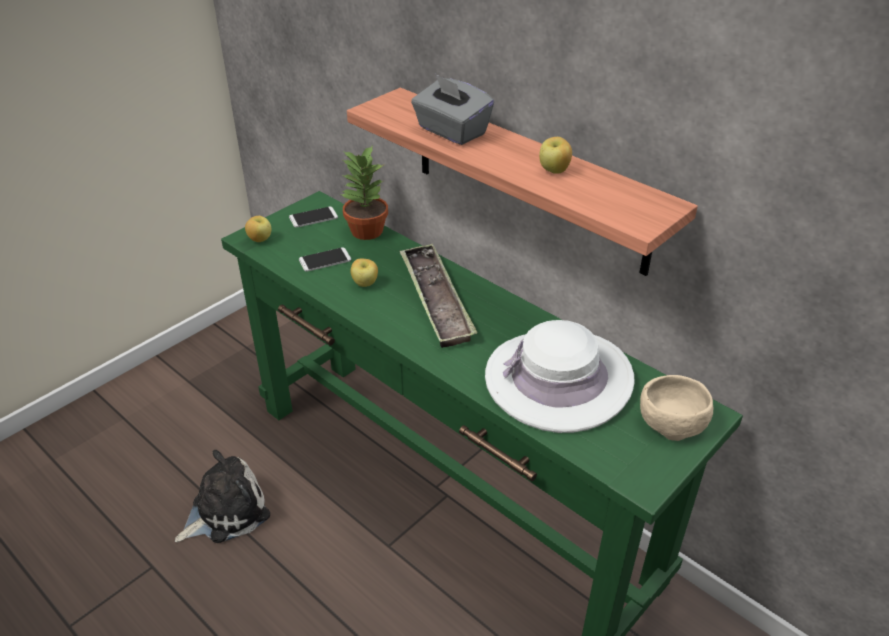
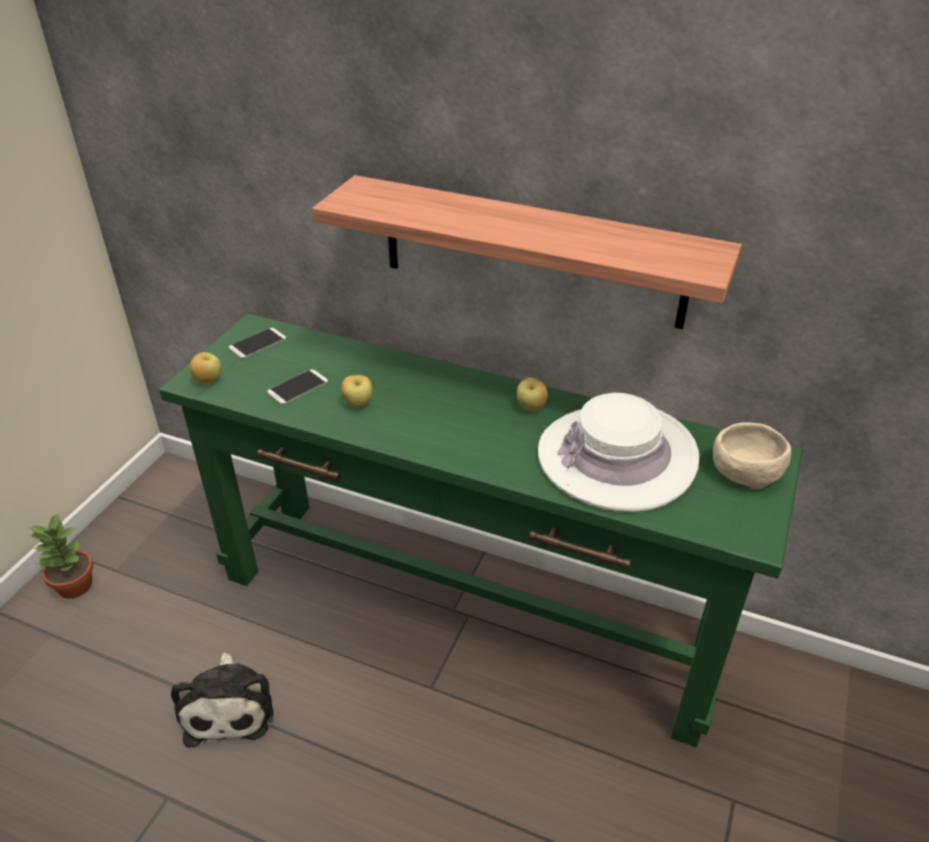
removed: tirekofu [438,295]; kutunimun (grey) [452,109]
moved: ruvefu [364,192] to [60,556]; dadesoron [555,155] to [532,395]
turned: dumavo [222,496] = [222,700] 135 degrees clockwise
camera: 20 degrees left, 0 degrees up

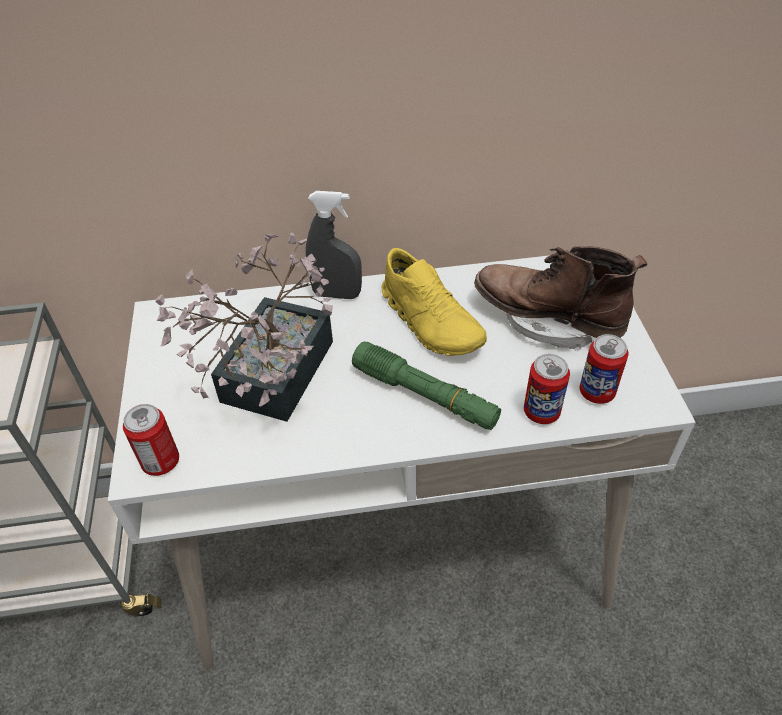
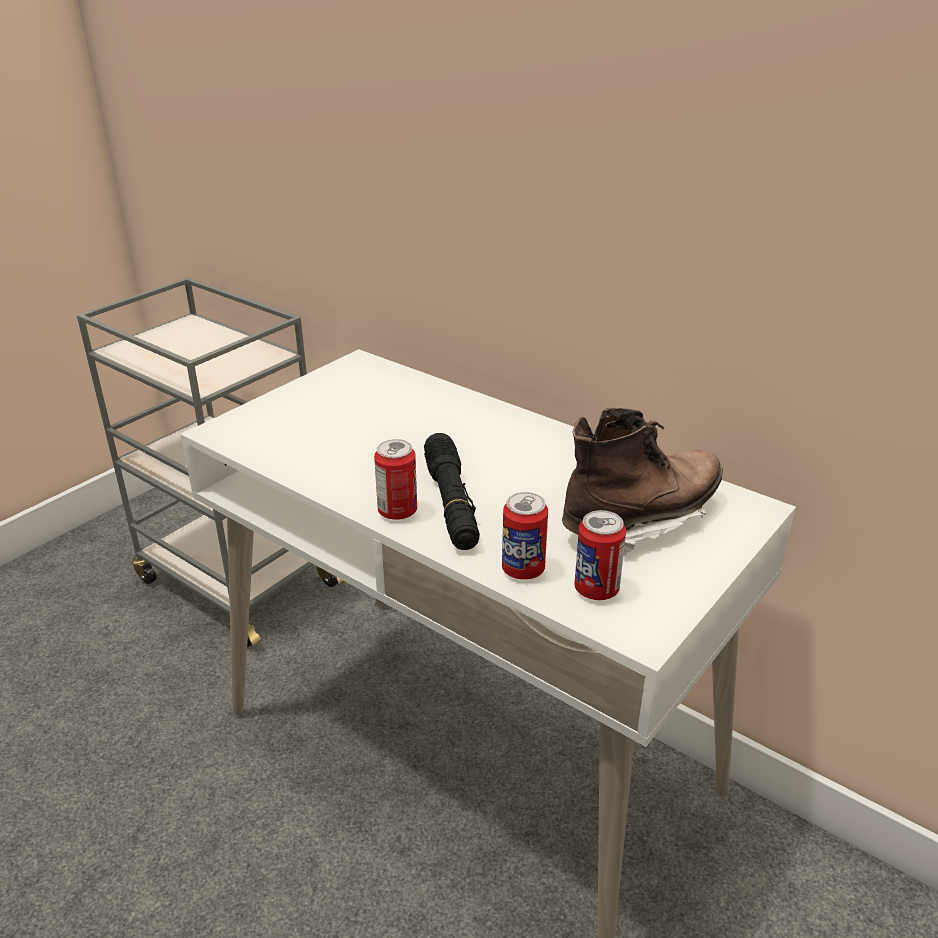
removed: ruvefu [244,327]; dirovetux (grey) [334,245]; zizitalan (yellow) [434,302]
moved: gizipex [151,440] to [395,479]
recoloured: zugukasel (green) [426,385] to zugukasel (black) [452,491]
turned: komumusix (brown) [560,298] = [642,483] 75 degrees clockwise
camera: 45 degrees right, 15 degrees down

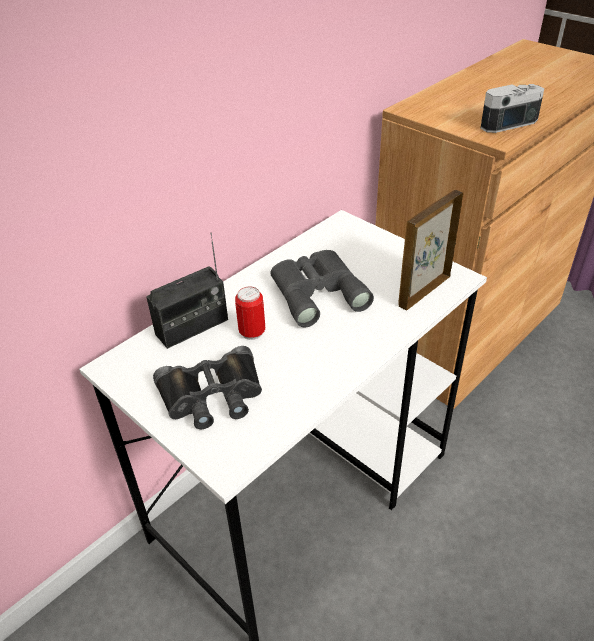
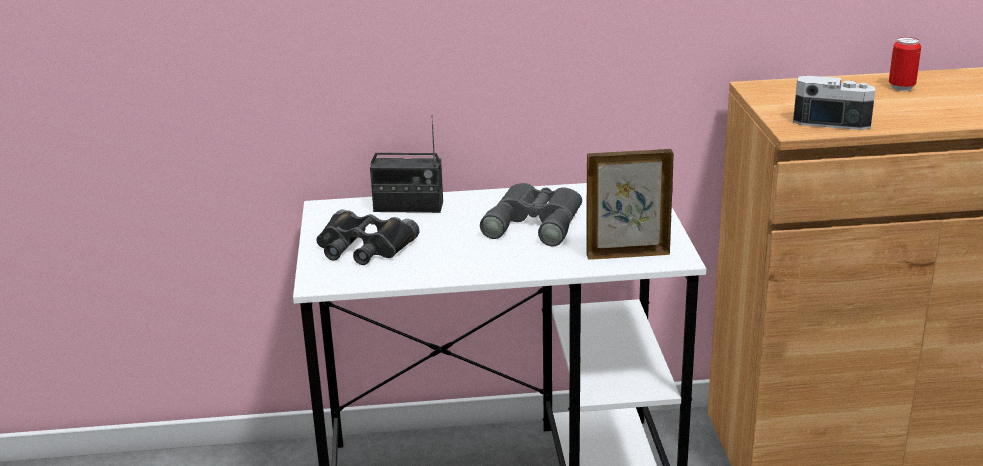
moved: gizipex [250,313] to [905,64]
camera: 40 degrees right, 15 degrees down

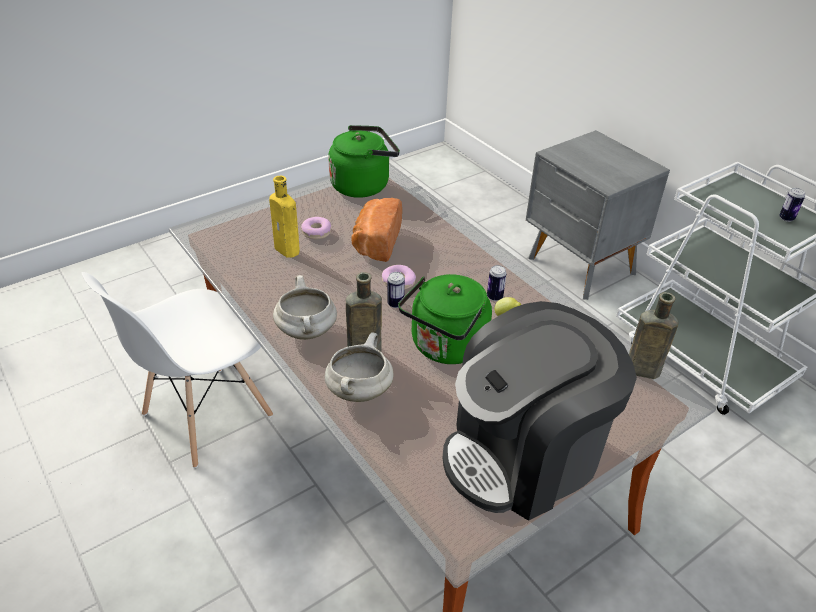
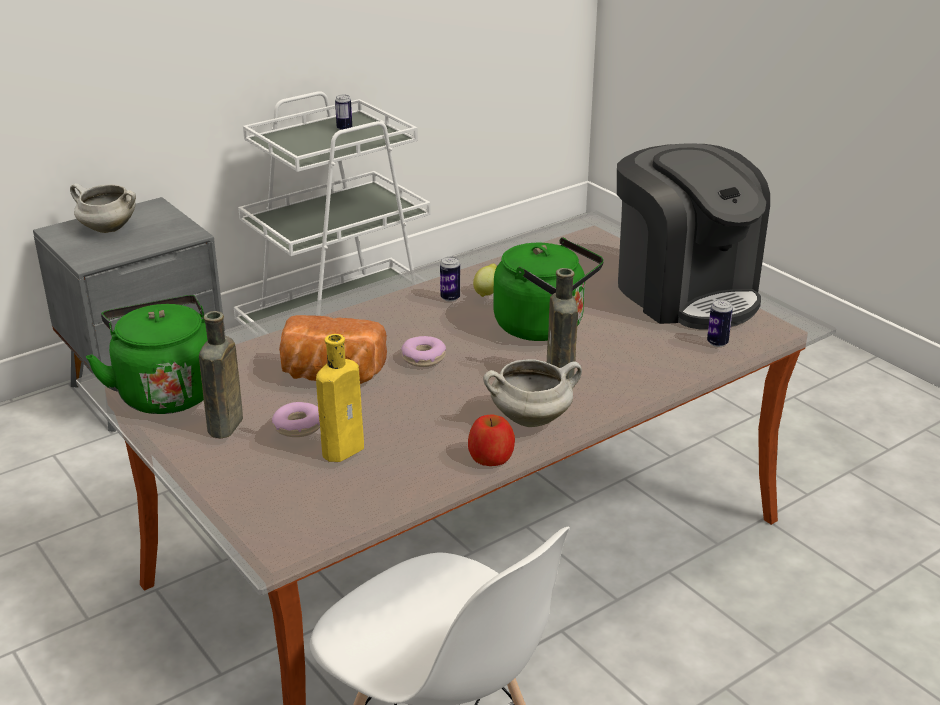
added: dadesoron [491,440]
moved: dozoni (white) [359,367] to [103,208]; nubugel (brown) [653,335] to [221,374]; gizipex [396,290] to [720,323]
camera: 90 degrees left, 10 degrees down

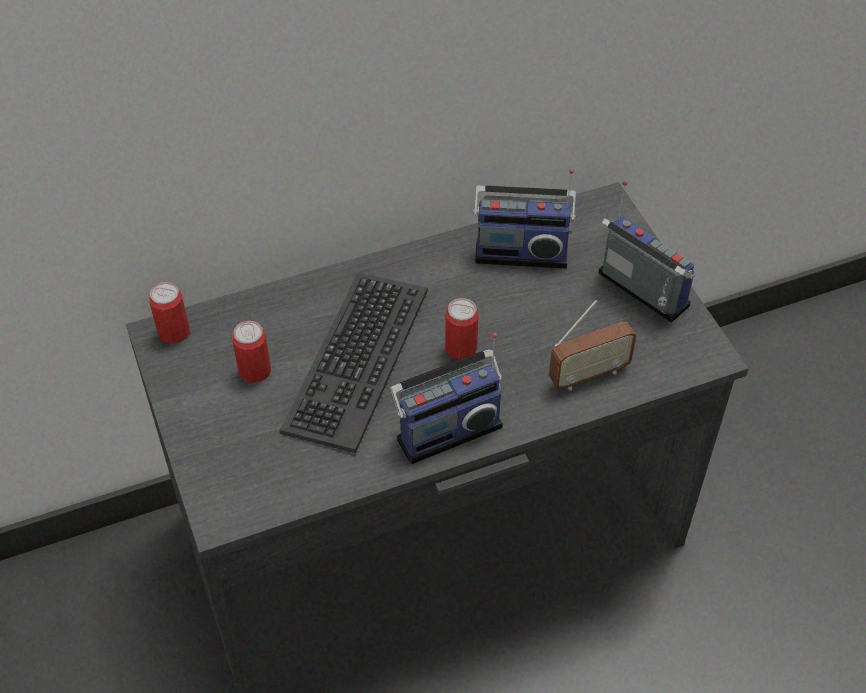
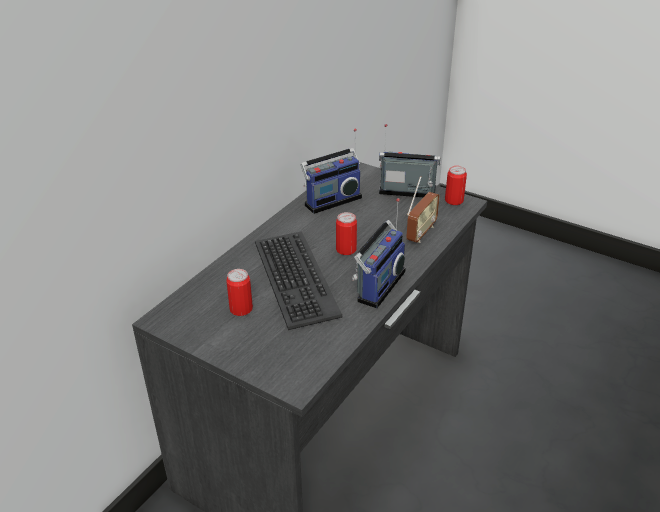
moved: gizipex [169,313] to [456,185]
camera: 35 degrees left, 15 degrees down

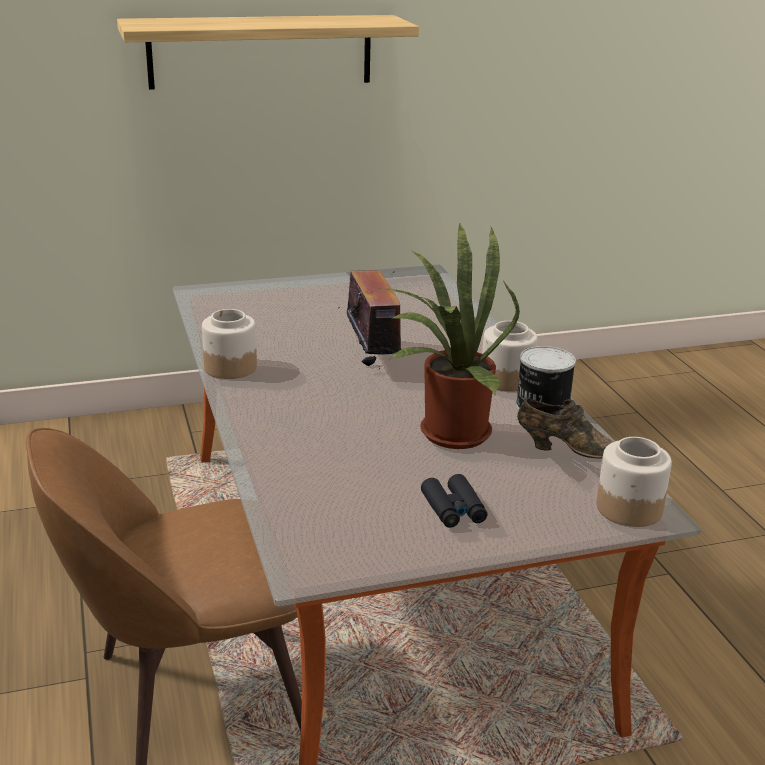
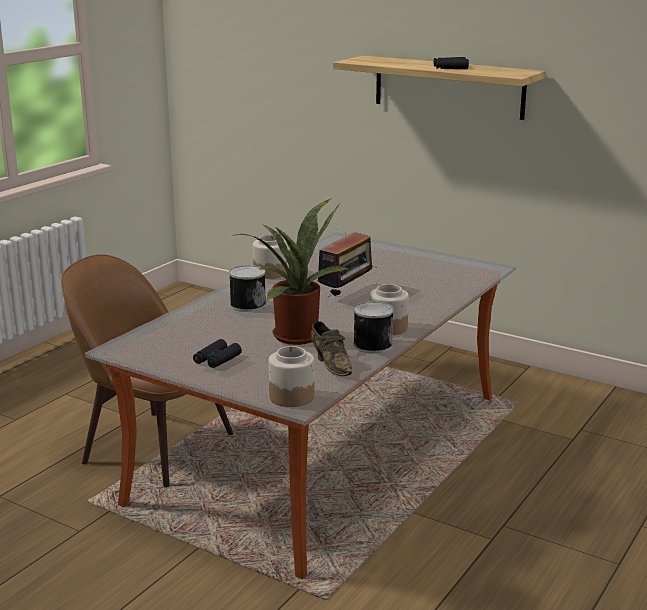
added: gizipex [247,288]; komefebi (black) [451,63]
camera: 50 degrees right, 5 degrees down

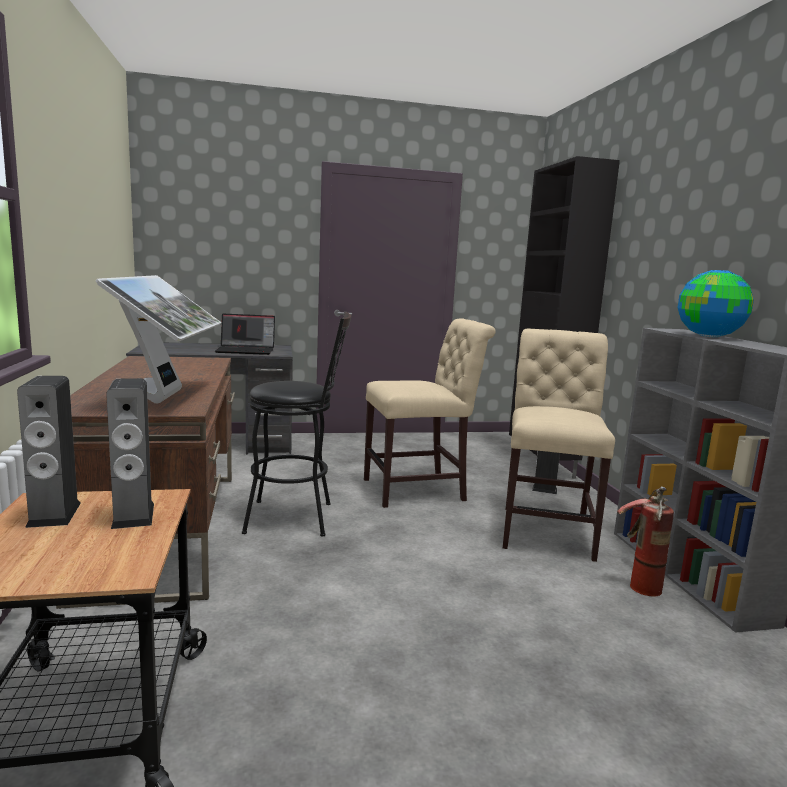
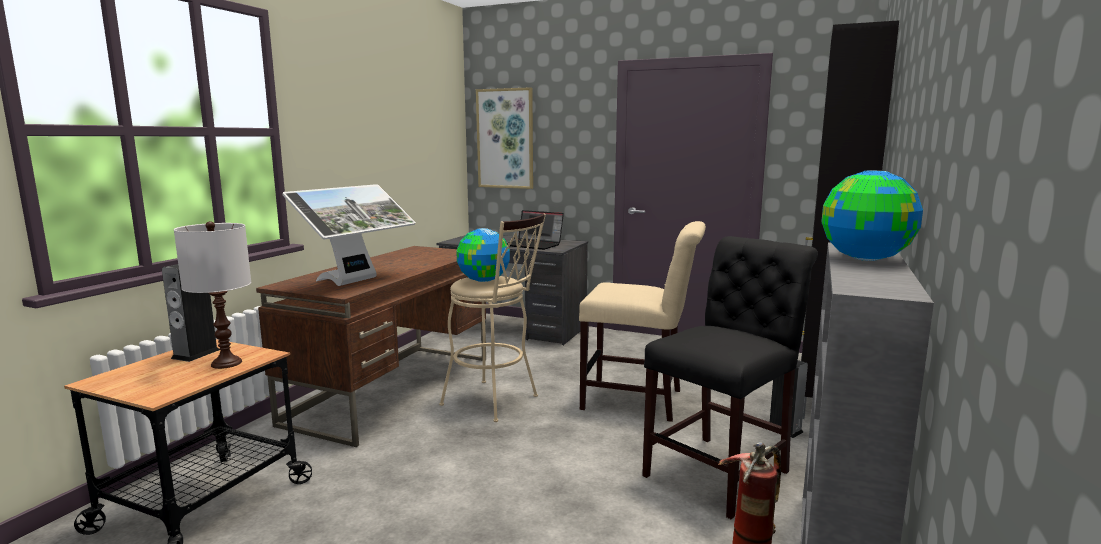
added: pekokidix [483,255]; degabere [504,138]
replaced: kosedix [130,453] to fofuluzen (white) [212,295]
recoloured: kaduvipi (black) [296,423] to kaduvipi (beige) [492,318]; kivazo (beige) [559,445] to kivazo (black) [730,377]
camera: 35 degrees right, 0 degrees up

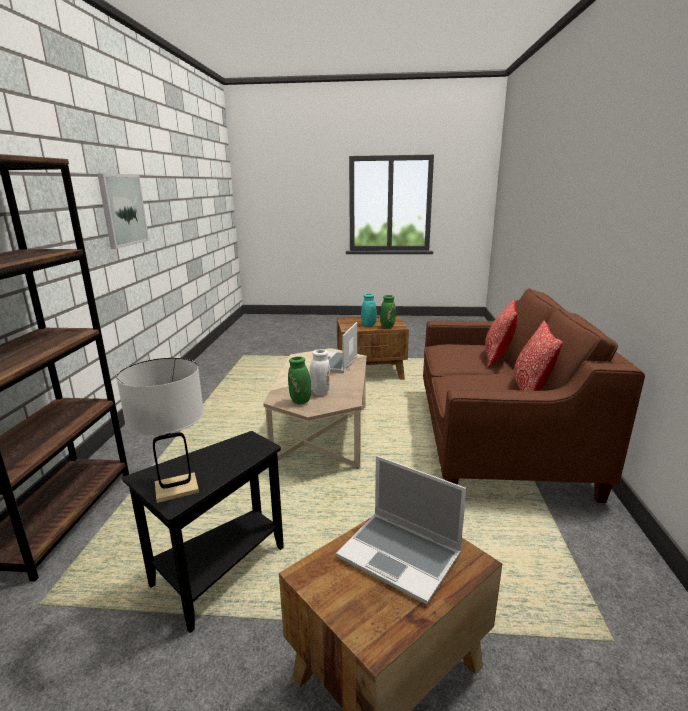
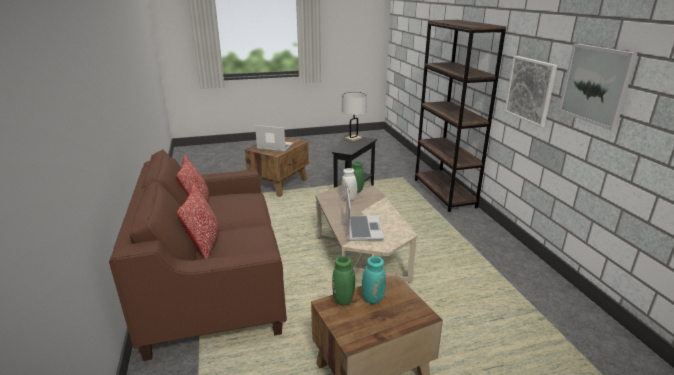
added: degabere [530,92]
camera: 160 degrees right, 5 degrees up

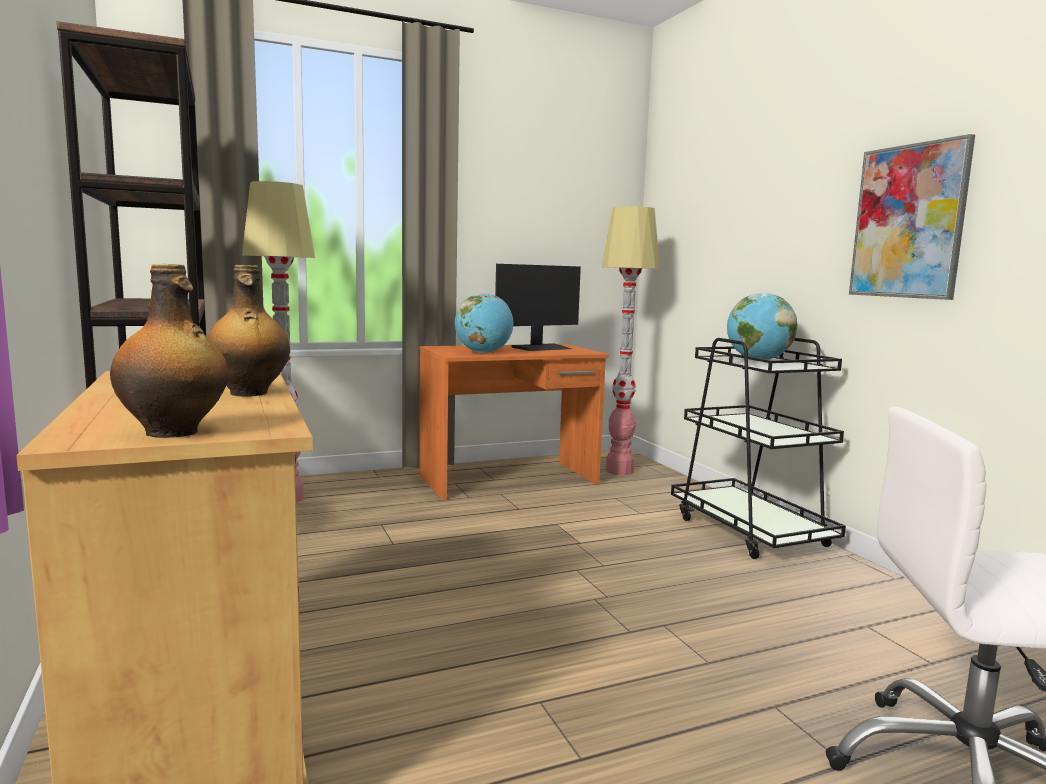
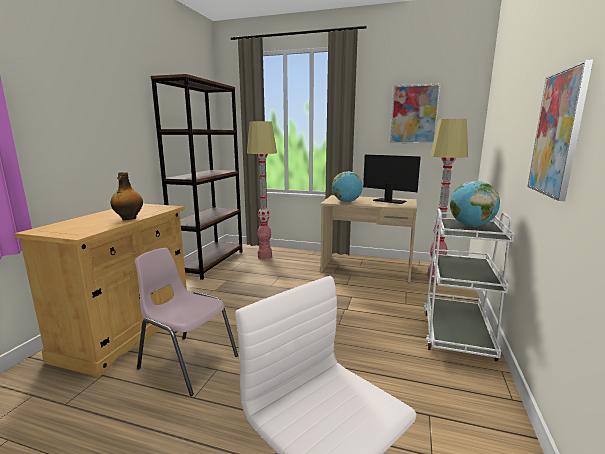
removed: nubugel [169,351]
added: kivazo (pink) [186,322]; degabere [415,114]
recoloured: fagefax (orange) [514,422] to fagefax (beige) [368,238]; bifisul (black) [758,448] to bifisul (white) [469,284]
turned: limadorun [538,307] = [392,179] 150 degrees counterclockwise
camera: 40 degrees right, 5 degrees up

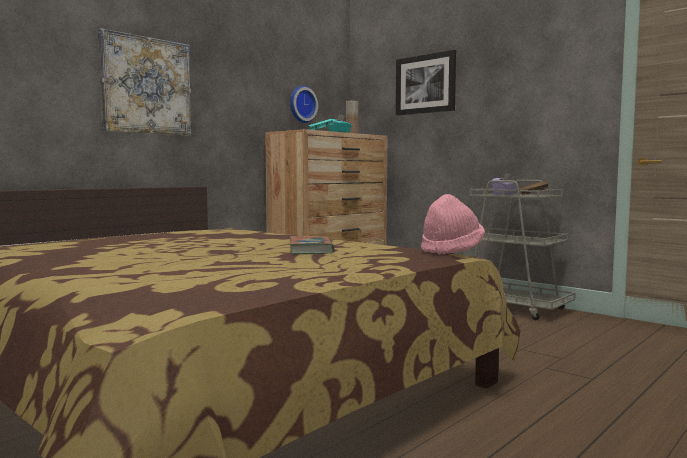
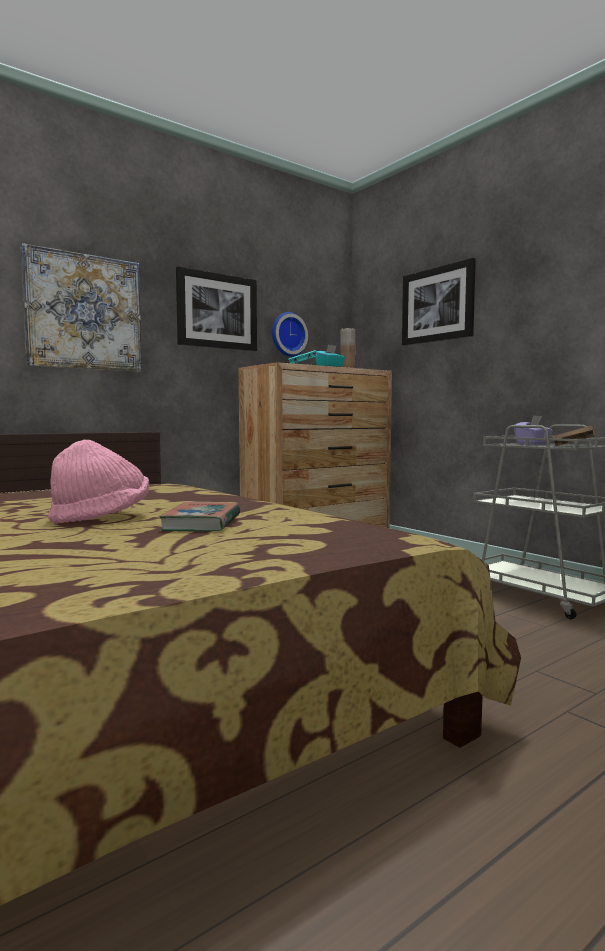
added: degabere [216,309]
moved: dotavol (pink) [453,224] to [99,482]
camera: 10 degrees right, 0 degrees up

